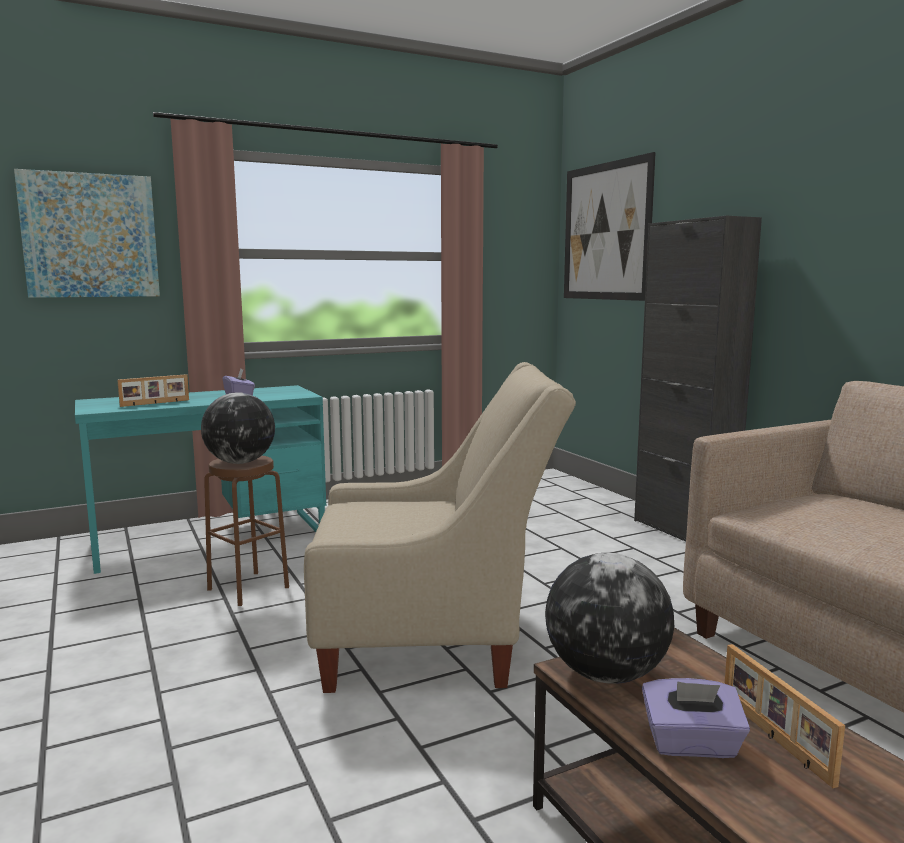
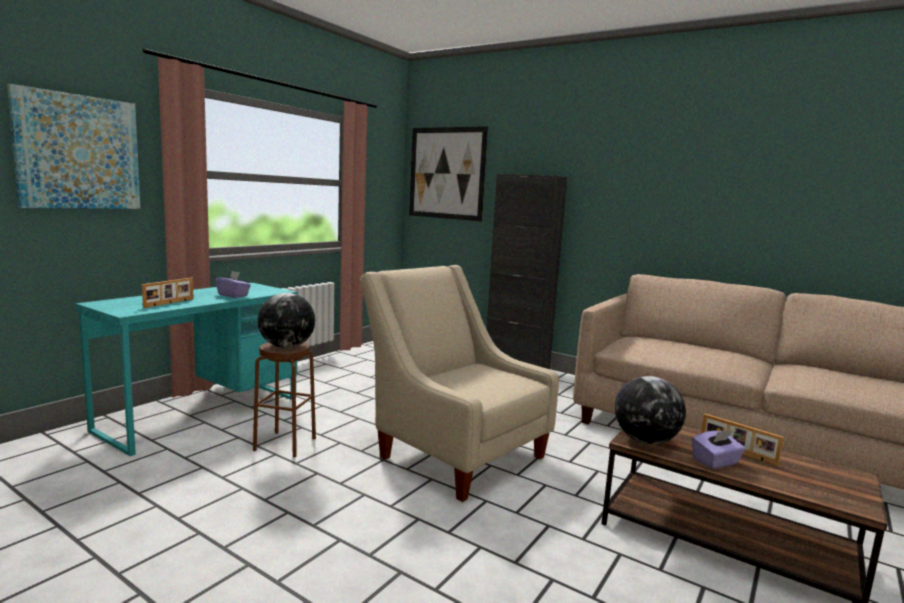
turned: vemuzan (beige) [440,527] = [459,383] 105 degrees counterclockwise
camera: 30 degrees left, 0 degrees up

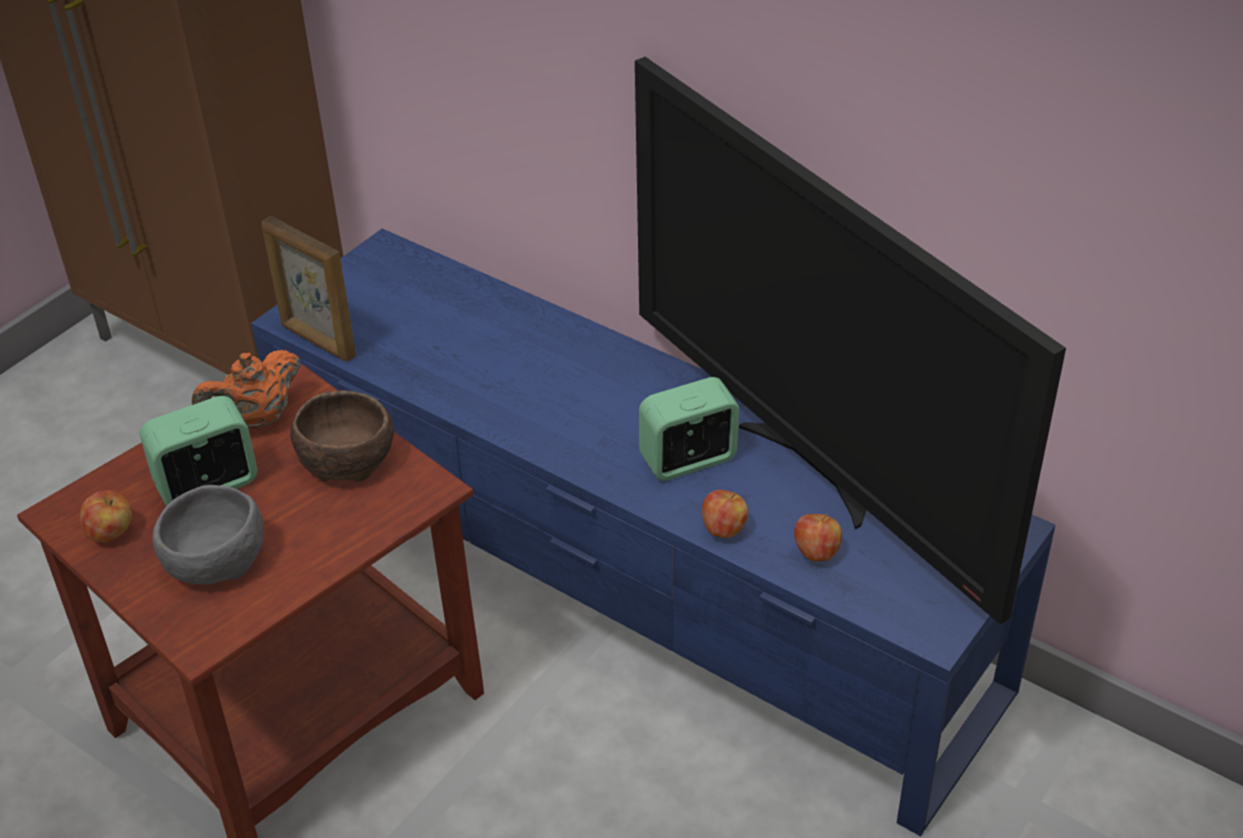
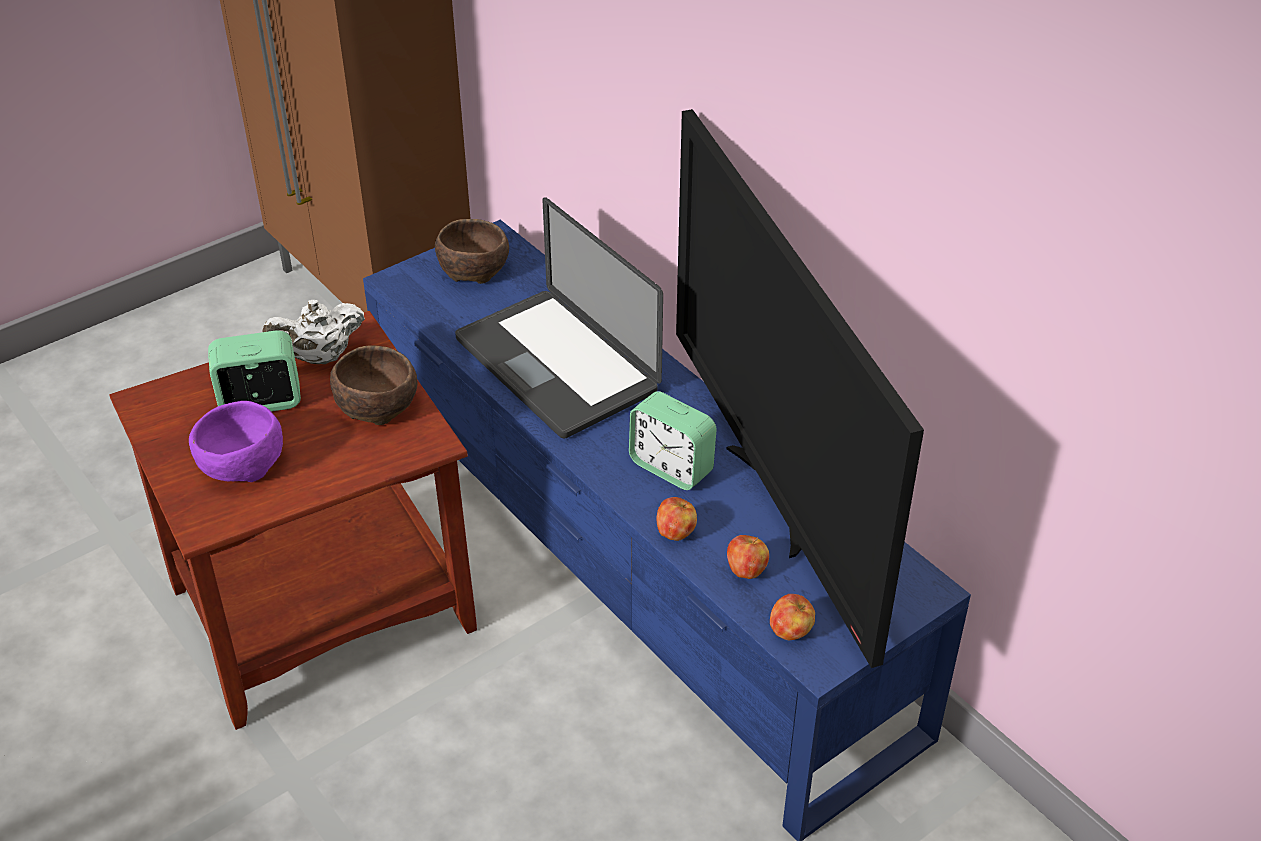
removed: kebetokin [309,289]
added: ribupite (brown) [472,251]; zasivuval [559,317]
moved: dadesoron [106,516] to [792,617]
recoloured: ribupite (grey) [207,534] to ribupite (purple) [236,441]; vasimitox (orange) [246,389] to vasimitox (white) [313,332]
turned: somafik [689,429] = [673,440] 135 degrees counterclockwise
camera: 15 degrees right, 0 degrees up

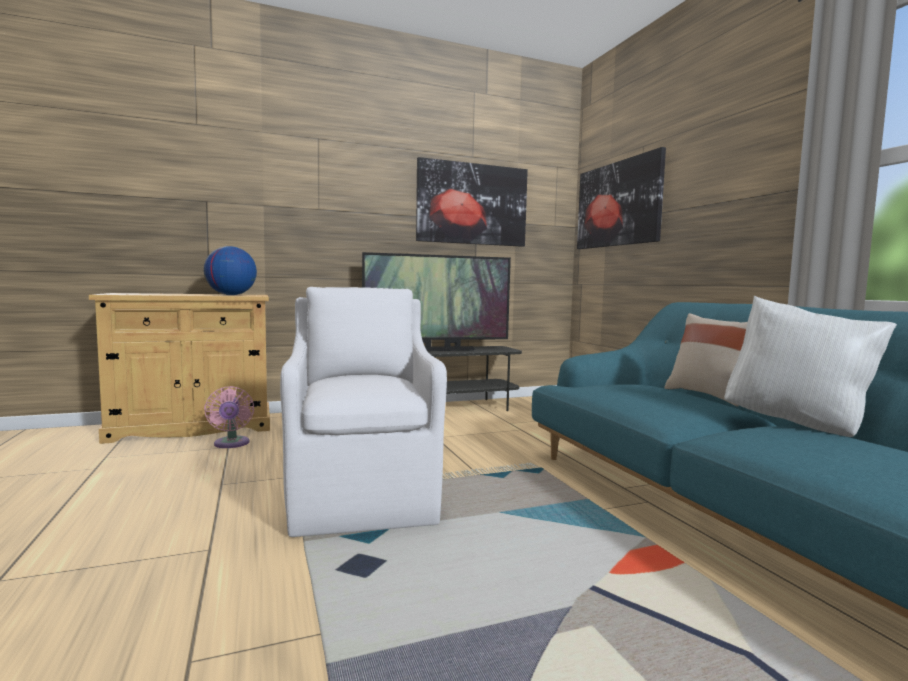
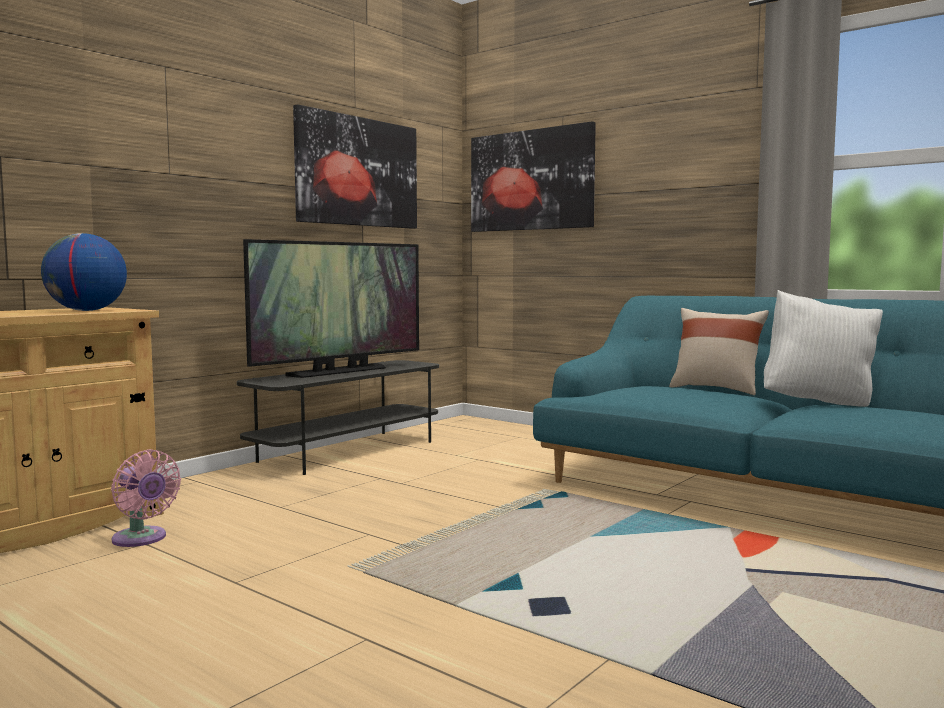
removed: vemuzan (white) [363,412]
camera: 30 degrees left, 0 degrees up

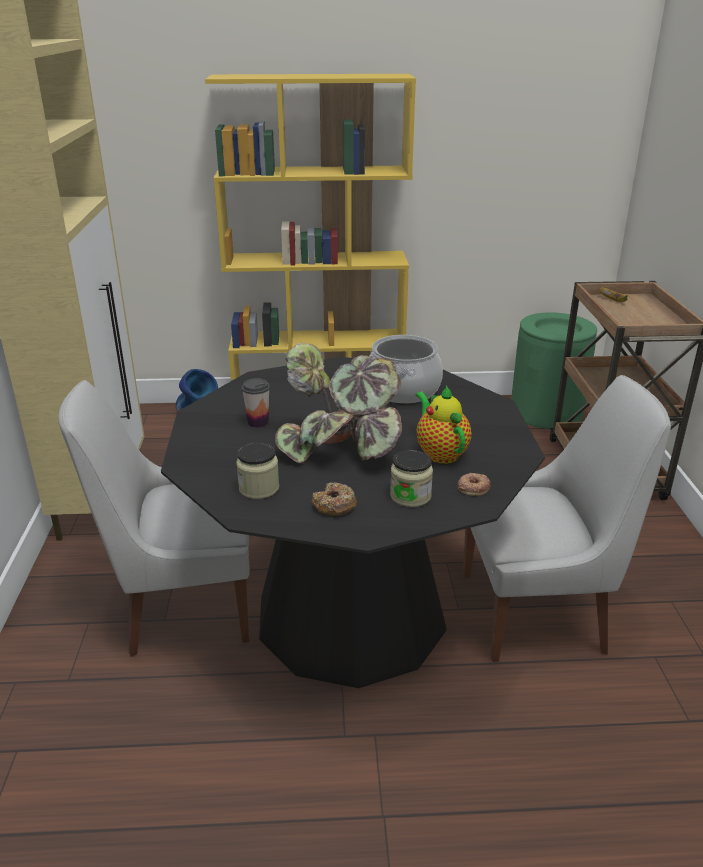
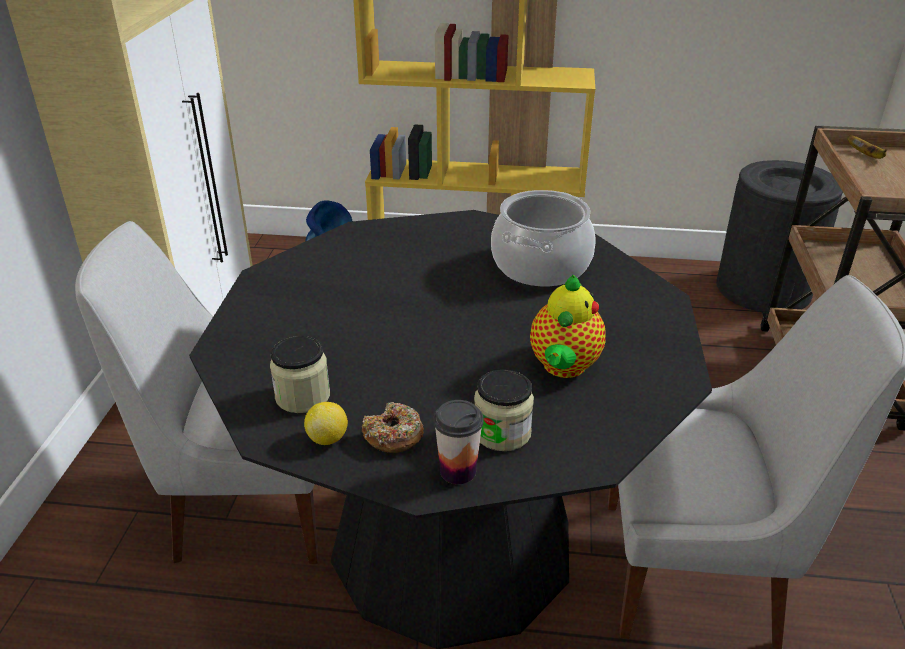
removed: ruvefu [338,403]; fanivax [474,484]
added: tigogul [326,423]
moved: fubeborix [256,403] to [458,442]
recoloured: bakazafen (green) [554,370] to bakazafen (black) [779,236]
turned: vasimitox [444,424] = [568,326] 150 degrees counterclockwise
camera: 10 degrees right, 5 degrees up

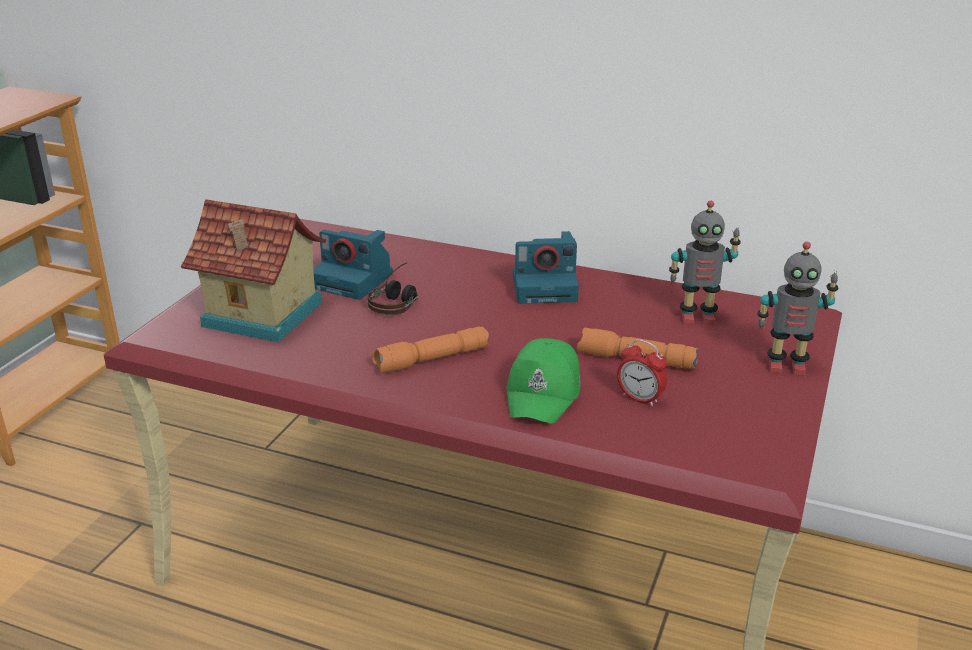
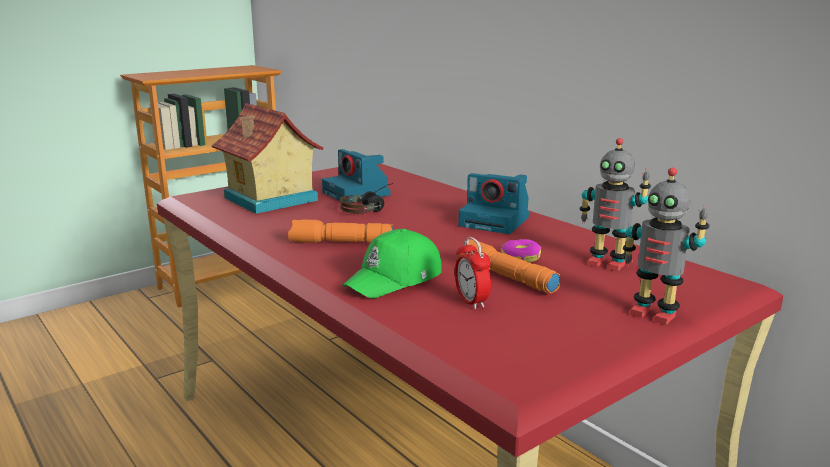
added: fanivax [521,251]
camera: 30 degrees right, 10 degrees down

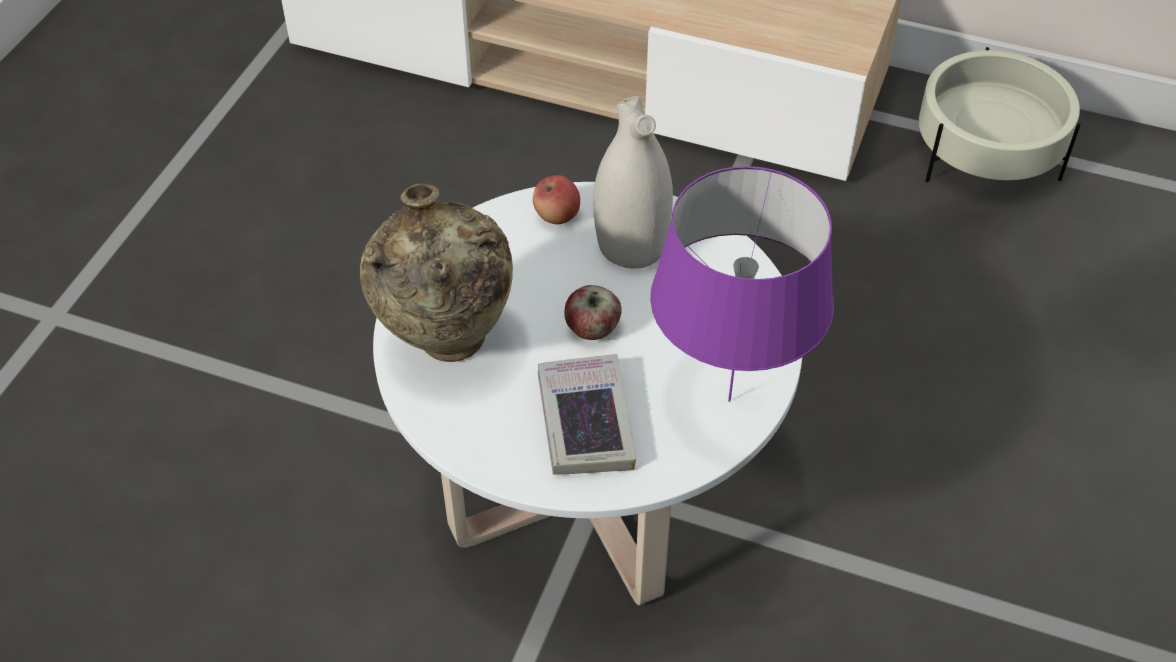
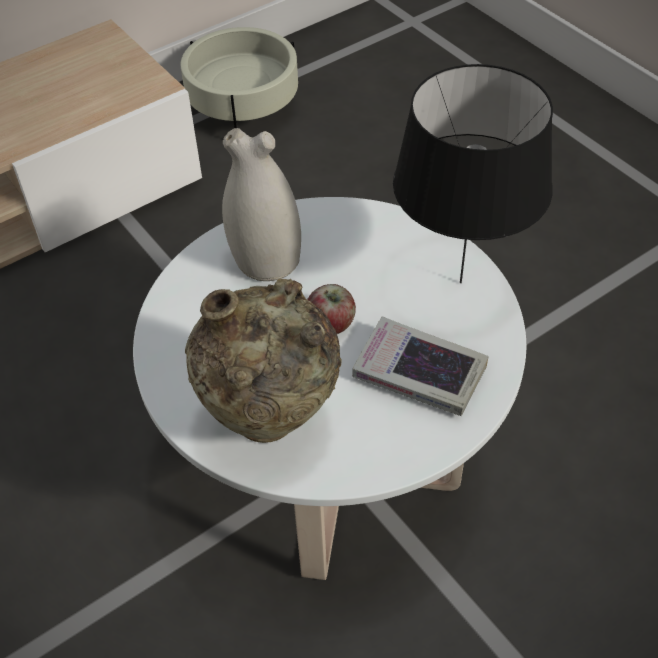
removed: dadesoron [556,199]
recoloured: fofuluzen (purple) [742,284] to fofuluzen (black) [473,173]
camera: 55 degrees left, 0 degrees up

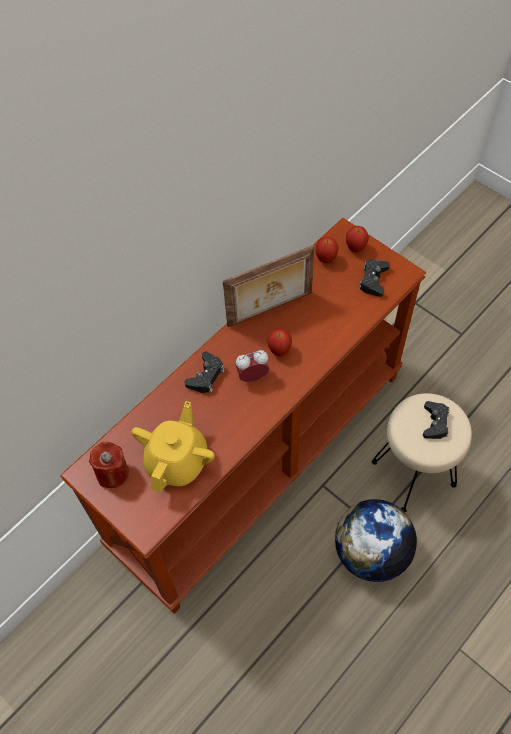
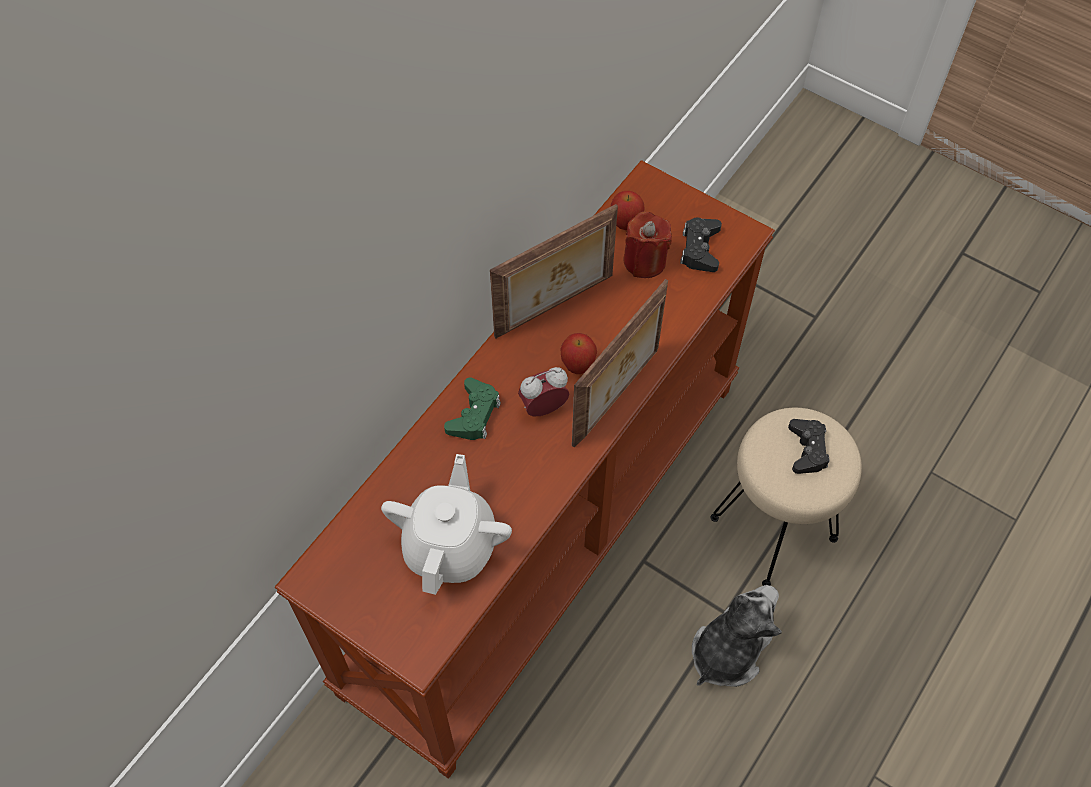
removed: dadesoron [357,239]
added: kebetokin [620,363]
moved: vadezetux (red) [109,465] to [647,245]
replaced: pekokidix [376,540] to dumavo [737,636]
recoloured: vasimitox (yellow) [173,447] to vasimitox (white) [446,524]; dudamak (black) [204,372] to dudamak (green) [472,408]
camera: 10 degrees left, 0 degrees up

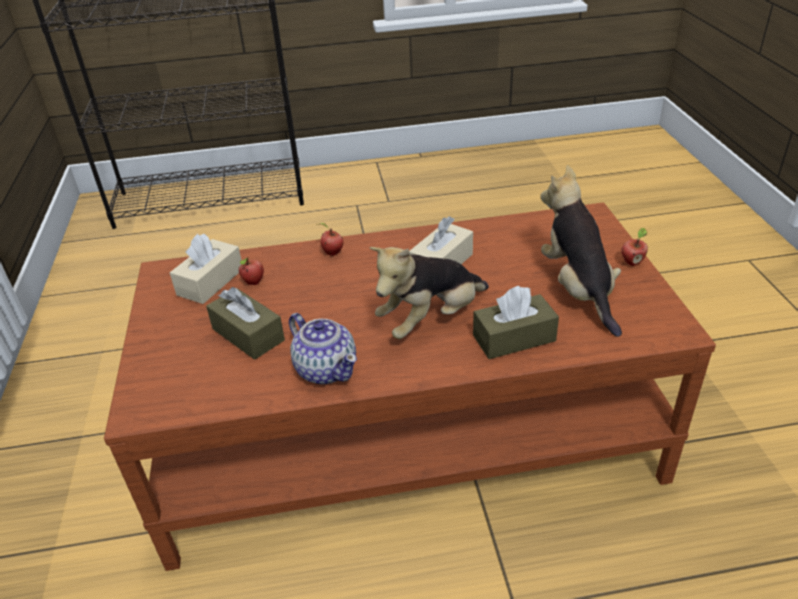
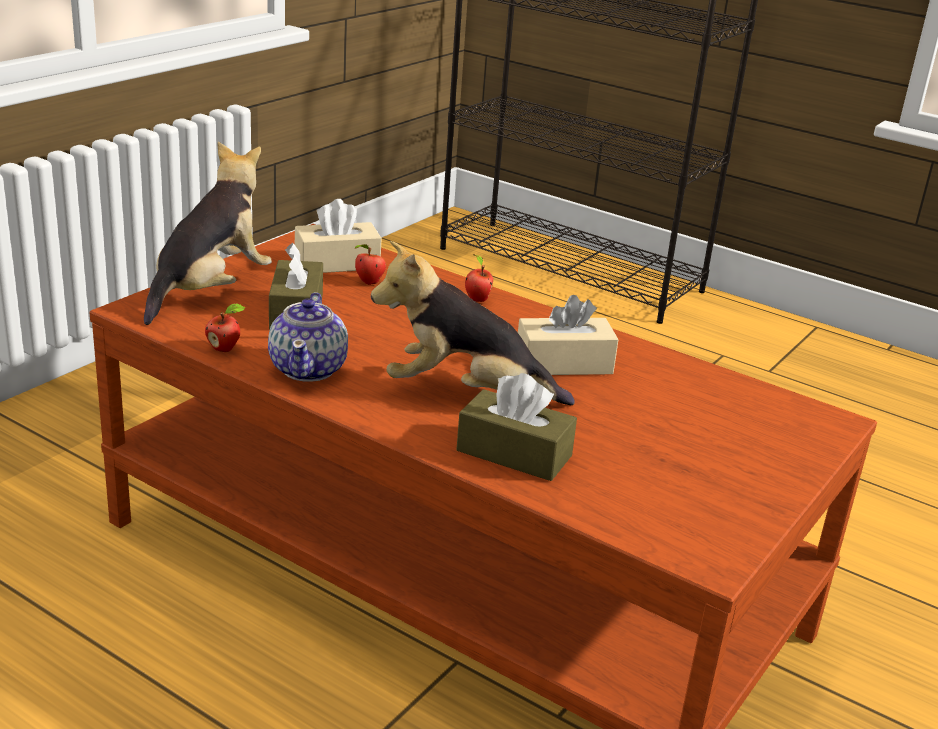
moved: dumavo [581,251] to [208,233]; dadesoron [634,247] to [225,327]
camera: 40 degrees right, 10 degrees down

